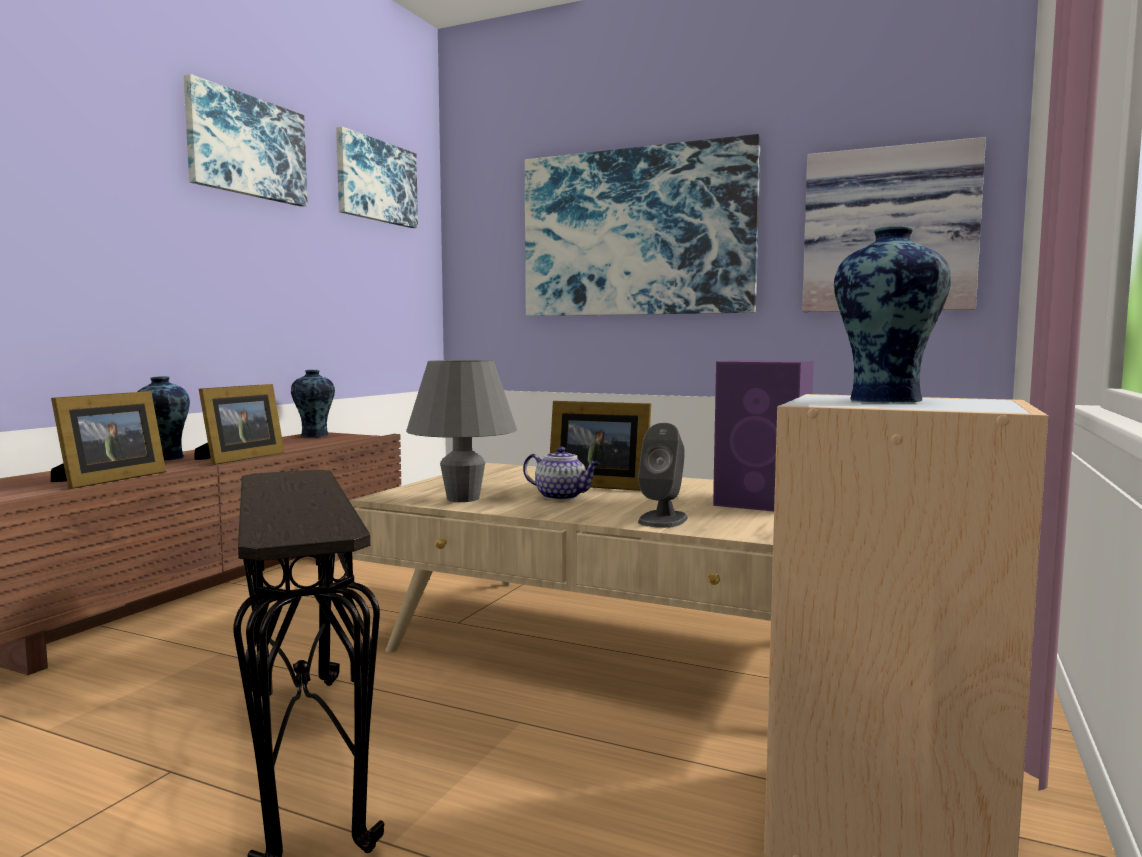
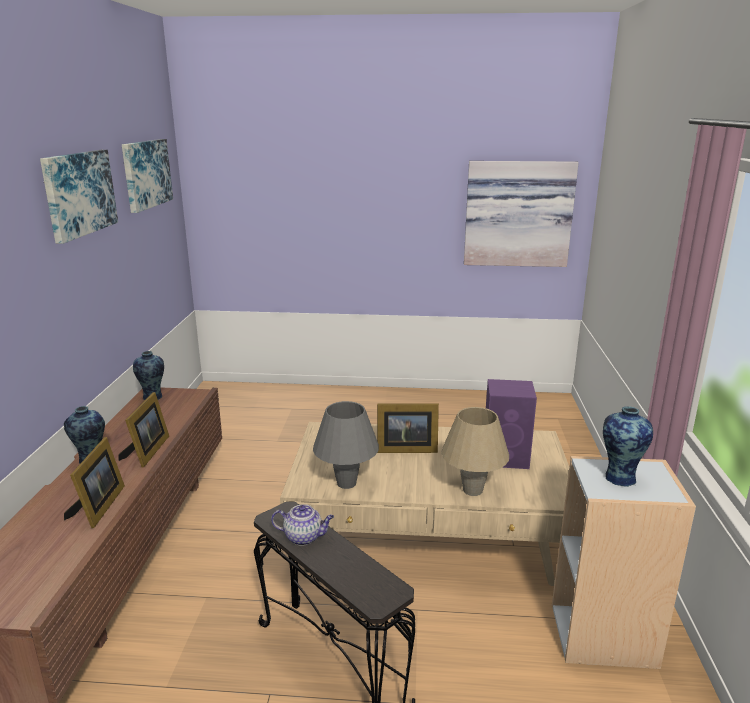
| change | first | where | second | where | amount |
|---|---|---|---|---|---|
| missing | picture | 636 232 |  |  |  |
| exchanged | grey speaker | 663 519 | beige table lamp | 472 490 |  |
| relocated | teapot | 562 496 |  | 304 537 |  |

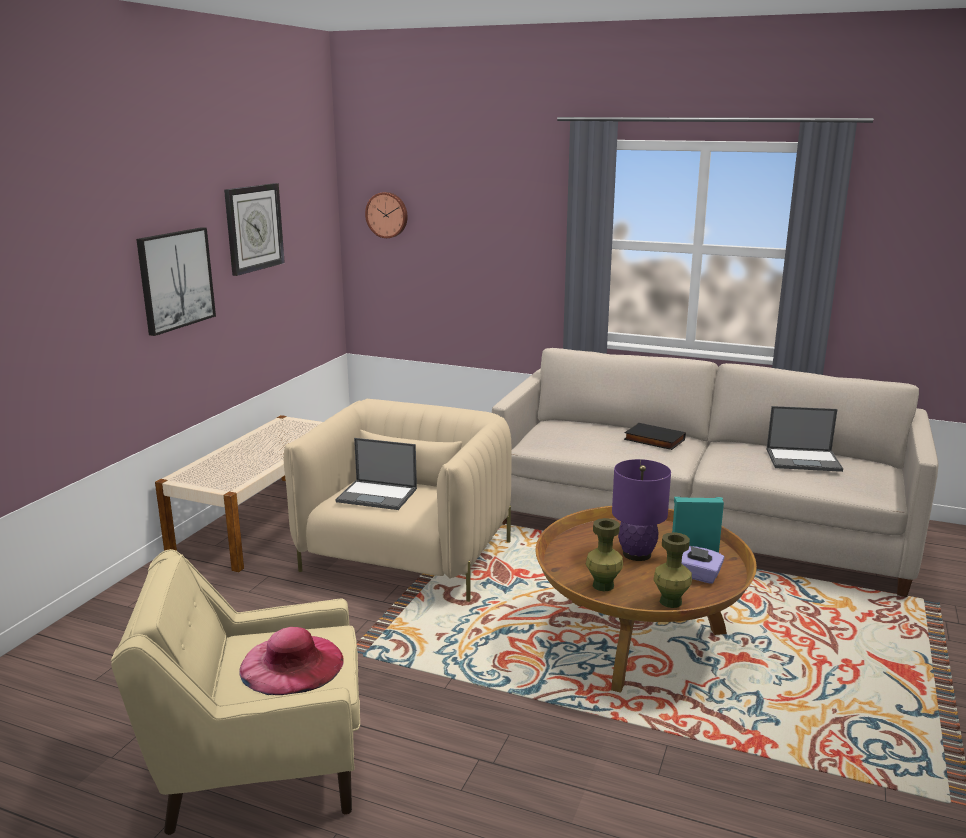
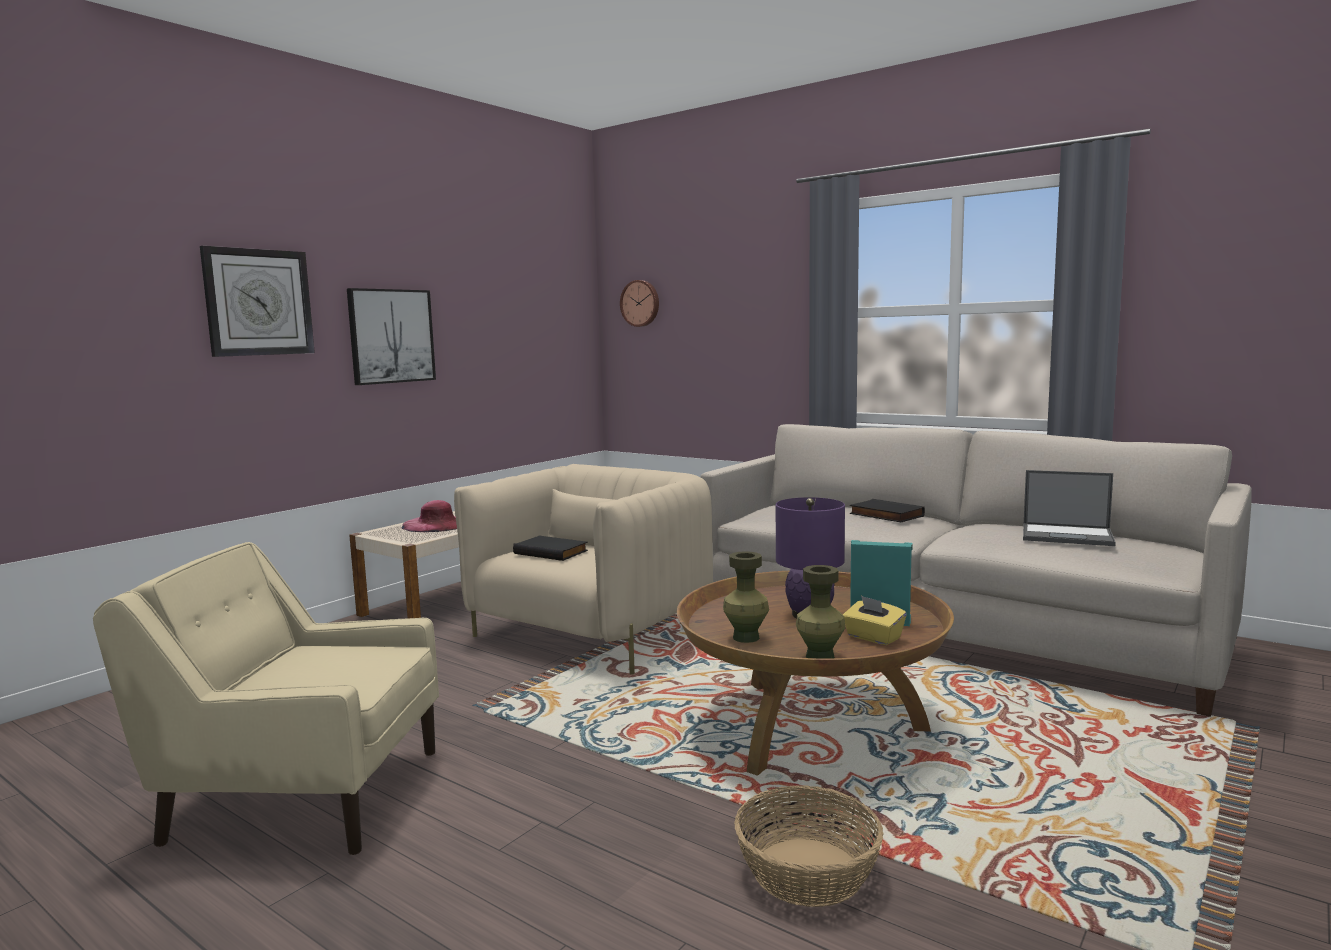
| change | first | where | second | where | amount |
|---|---|---|---|---|---|
| relocated | wall clock | 253 228 |  | 258 302 |  |
| exchanged | laptop | 378 495 | black book | 552 552 |  |
| colour | purple tissue box | 698 576 | yellow tissue box | 873 638 |  |
| relocated | pink hat | 291 664 |  | 437 524 |  |
| appeared |  |  | basket | 808 871 |  |

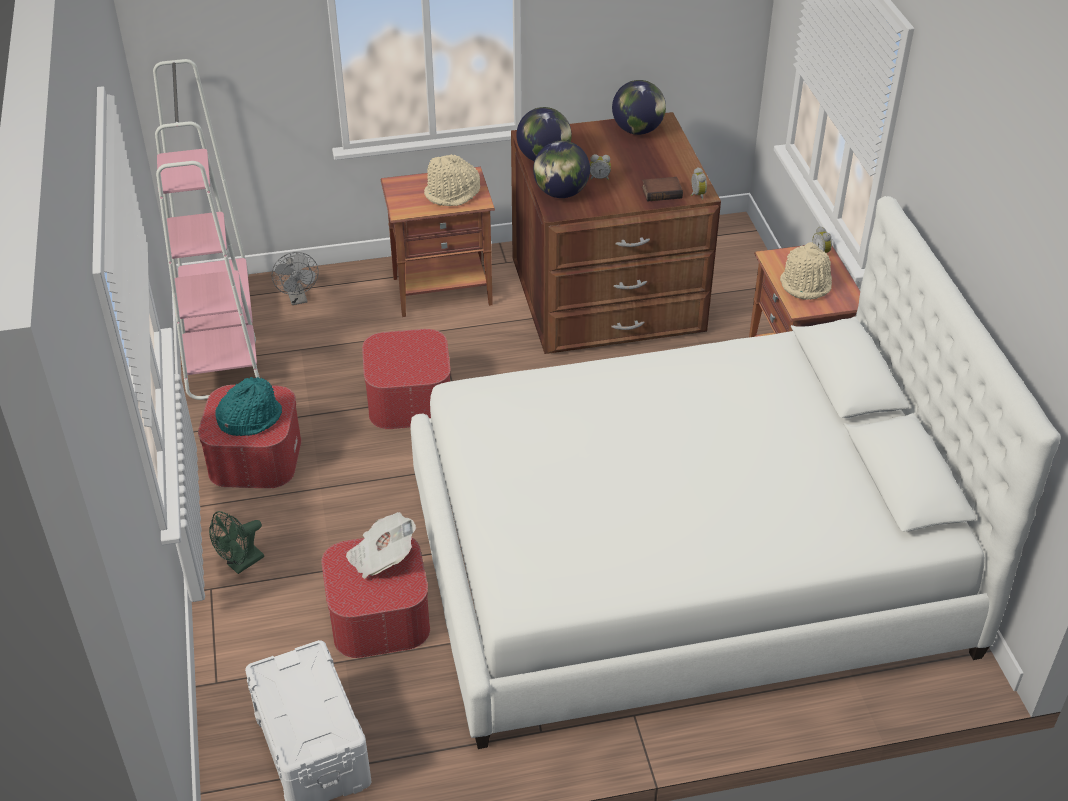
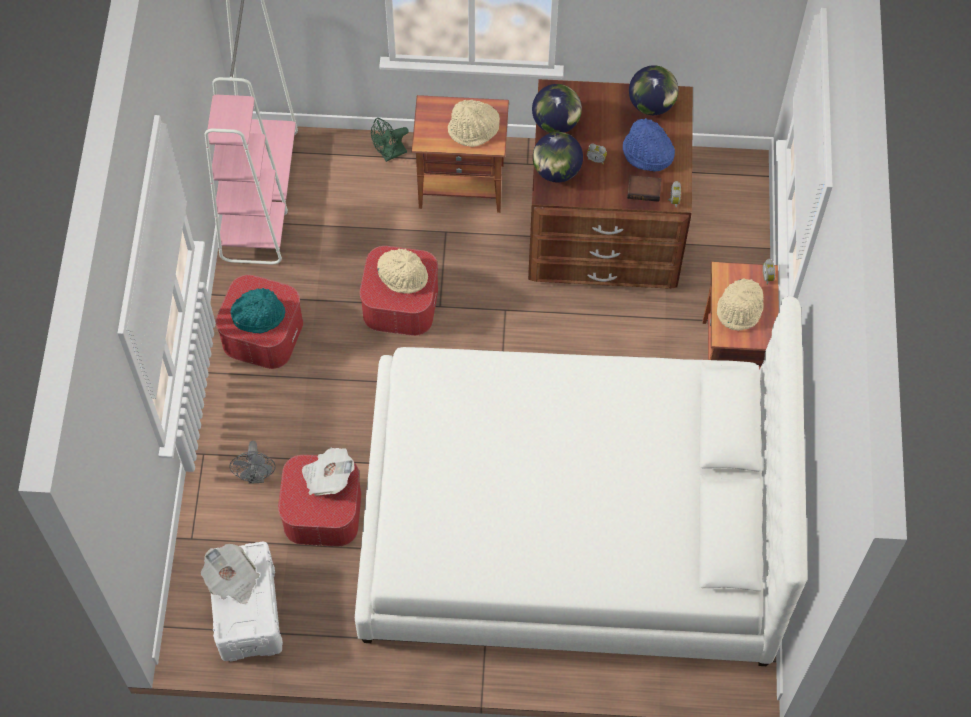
| change | first | where | second | where | amount |
|---|---|---|---|---|---|
| relocated | grey fan | 298 299 |  | 256 476 |  |
| relocated | green fan | 241 564 |  | 389 154 |  |
| appeared |  |  | blue hat | 647 154 |  |
| appeared |  |  | beige hat | 403 275 |  |
| appeared |  |  | newspaper | 232 580 |  |

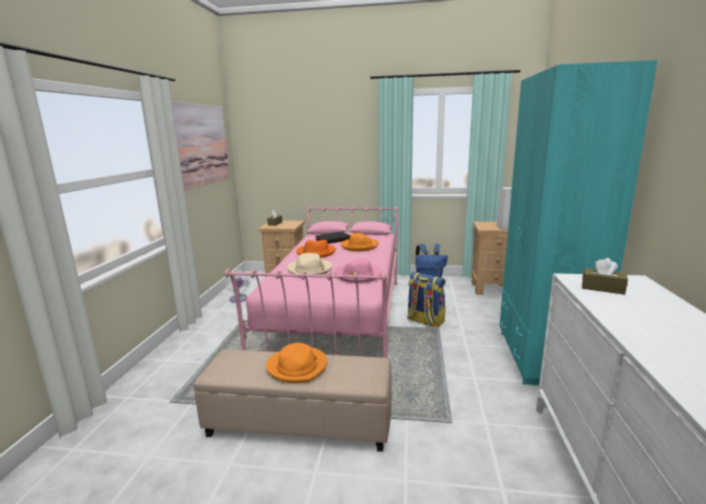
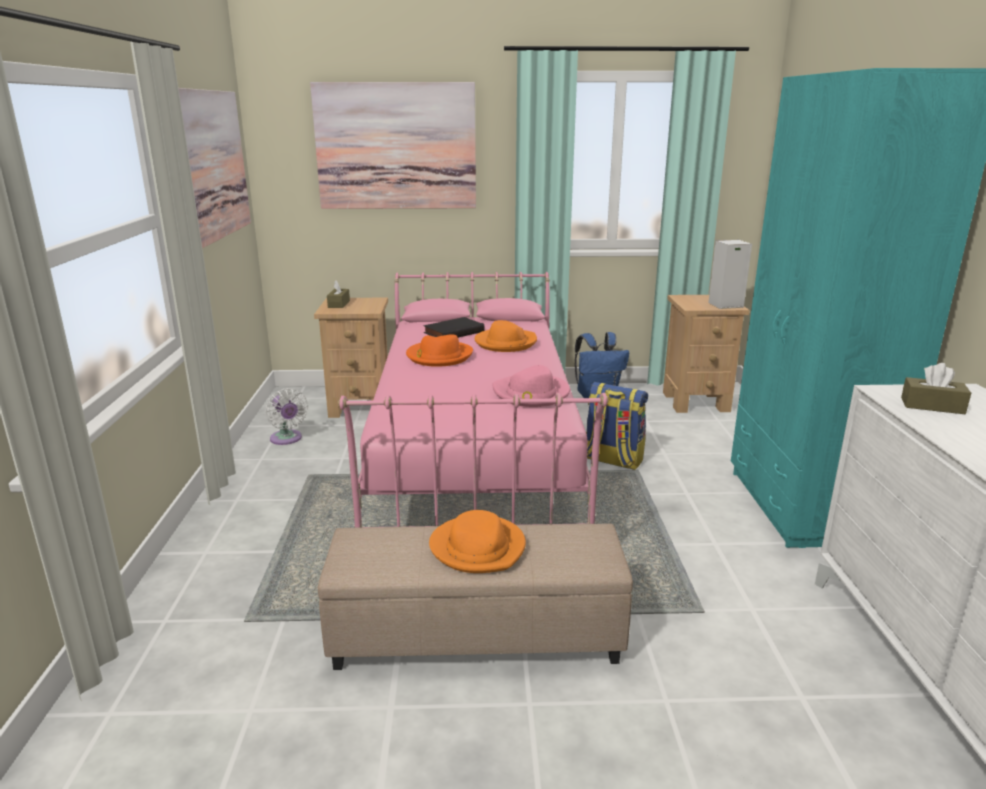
| change | first | where | second | where | amount |
|---|---|---|---|---|---|
| missing | beige hat | 310 270 |  |  |  |
| appeared |  |  | picture | 396 146 |  |

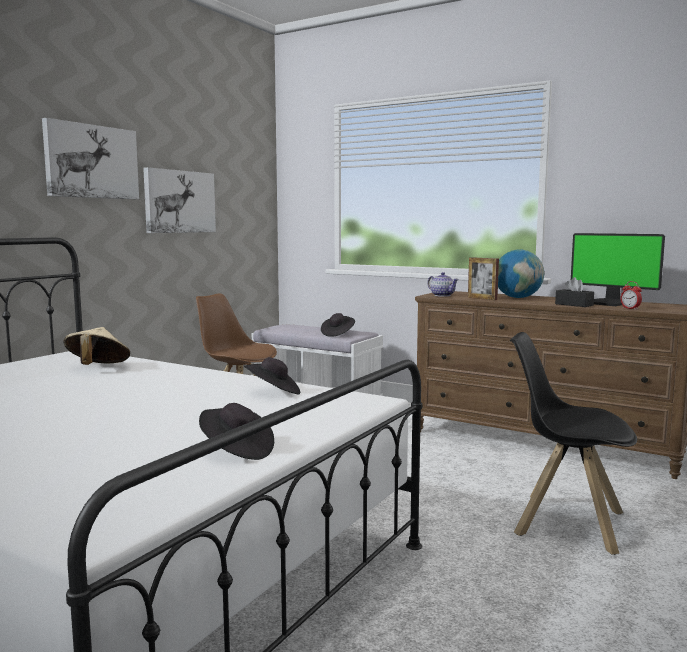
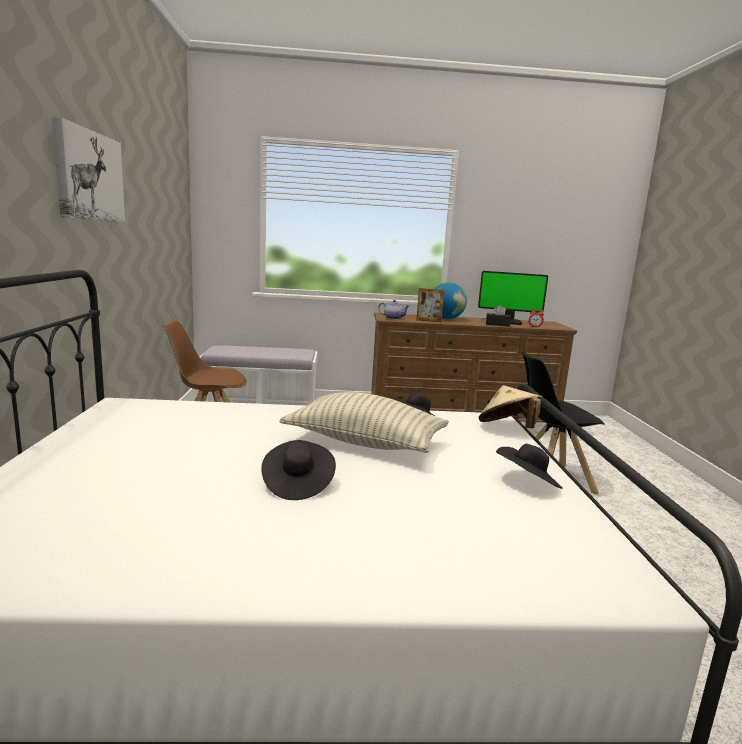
| change | first | where | second | where | amount |
|---|---|---|---|---|---|
| missing | picture | 179 201 |  |  |  |
| relocated | black hat | 337 334 |  | 297 484 |  |
| relocated | beige hat | 97 368 |  | 508 428 |  |
| appeared |  |  | pillow | 365 442 |  |

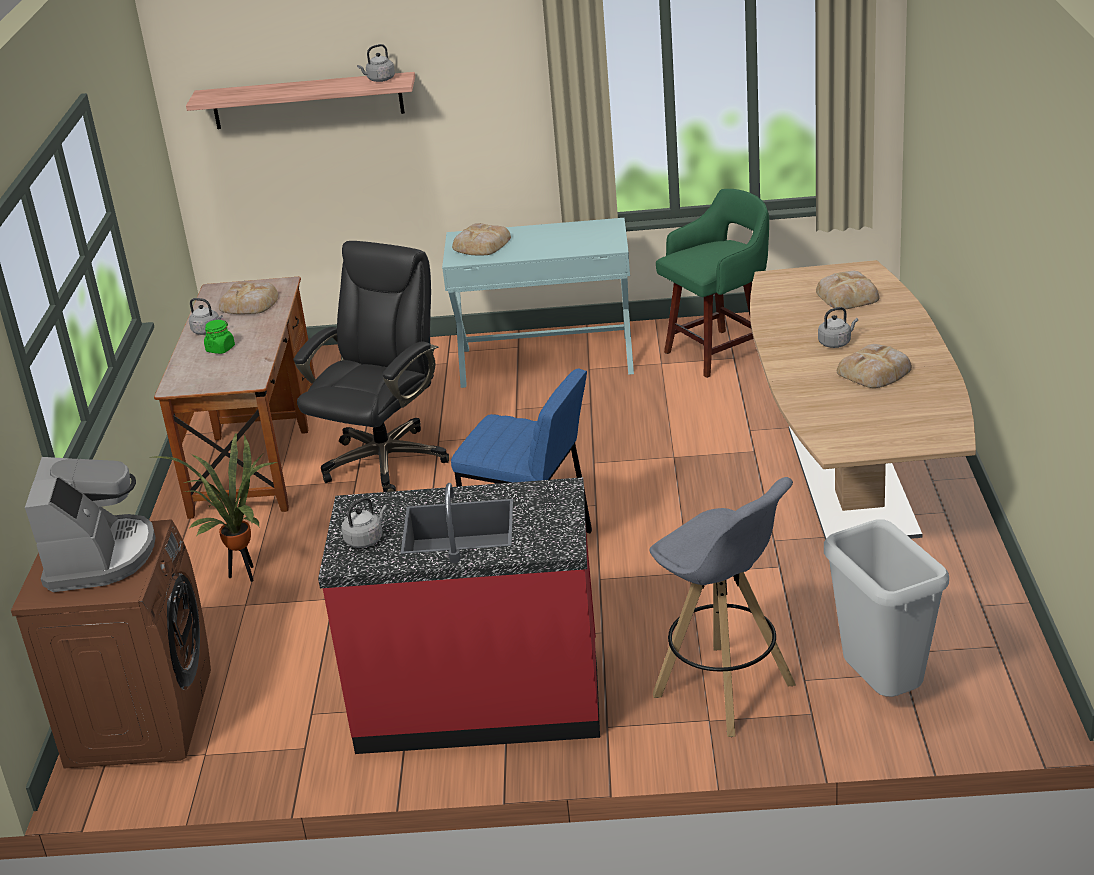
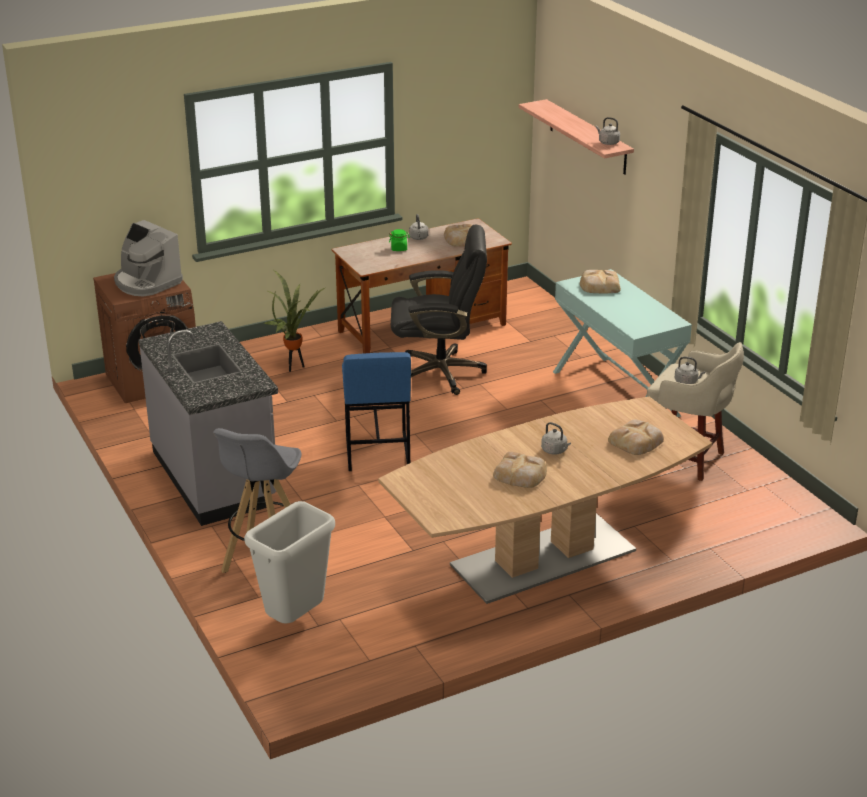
| change | first | where | second | where | amount |
|---|---|---|---|---|---|
| colour | green stool | 719 352 | beige stool | 687 460 |  |
| spun | coffee machine | 100 557 |  | 146 282 | 75 degrees clockwise |
| colour | red counter | 479 700 | grey counter | 216 476 |  |
| relocated | grey kettle | 366 539 |  | 687 382 |  |

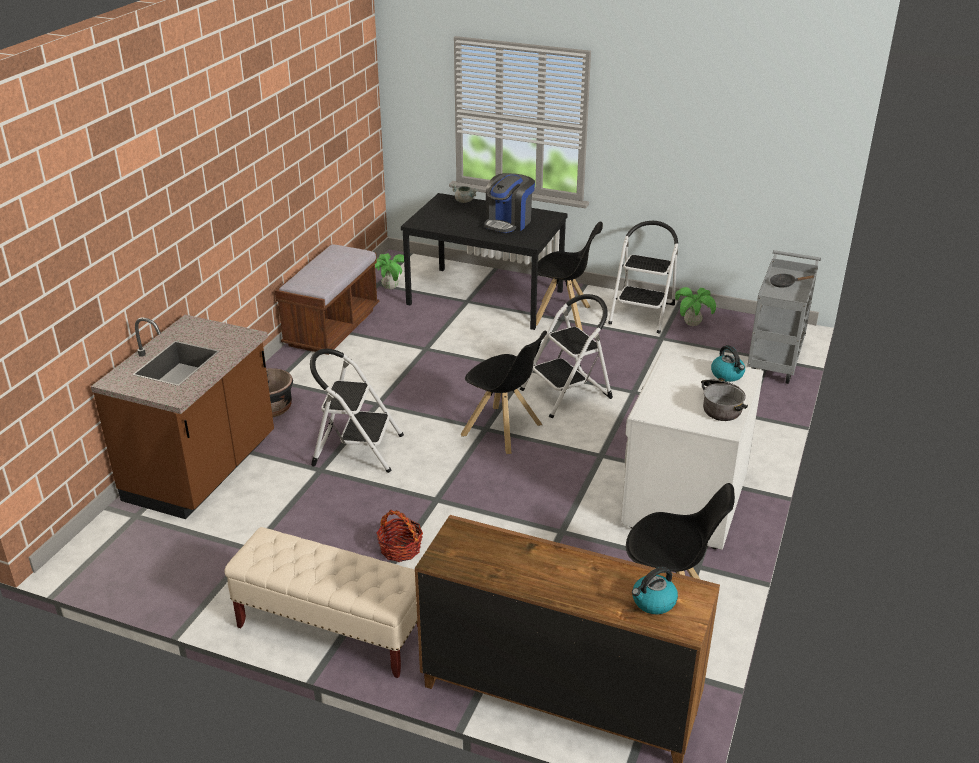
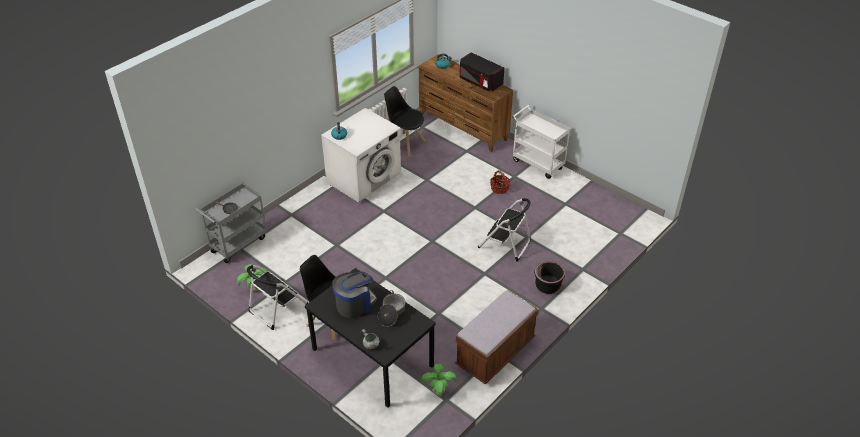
| change | first | where | second | where | amount |
|---|---|---|---|---|---|
| missing | step ladder | 568 393 |  |  |  |
| missing | brown counter | 203 470 |  |  |  |
| missing | black chair | 503 430 |  |  |  |
| relocated | cooking pot | 721 406 |  | 391 313 |  |
| exchanged | beige bench | 331 629 | white cart | 536 164 |  |
| appeared |  |  | black microwave | 480 82 |  |

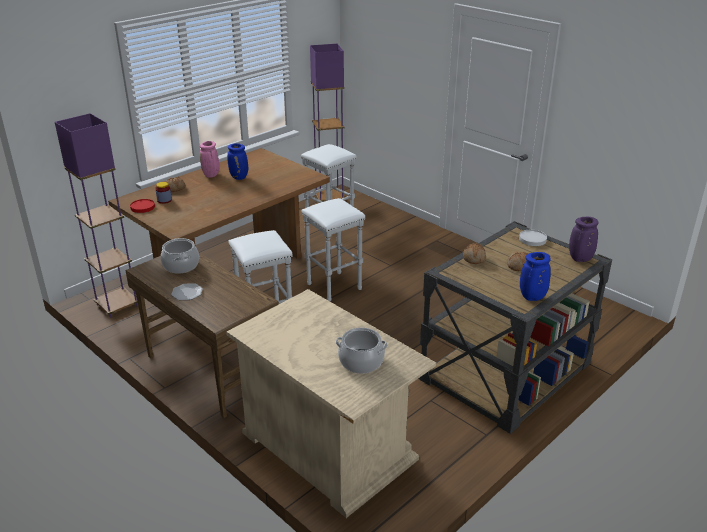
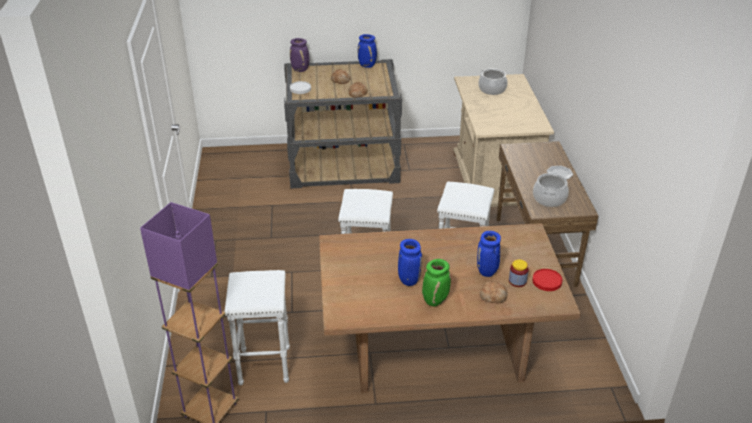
| change | first | where | second | where | amount |
|---|---|---|---|---|---|
| missing | purple floor lamp | 117 305 |  |  |  |
| colour | pink vase | 211 175 | green vase | 435 300 |  |
| appeared |  |  | blue vase | 487 272 |  |

